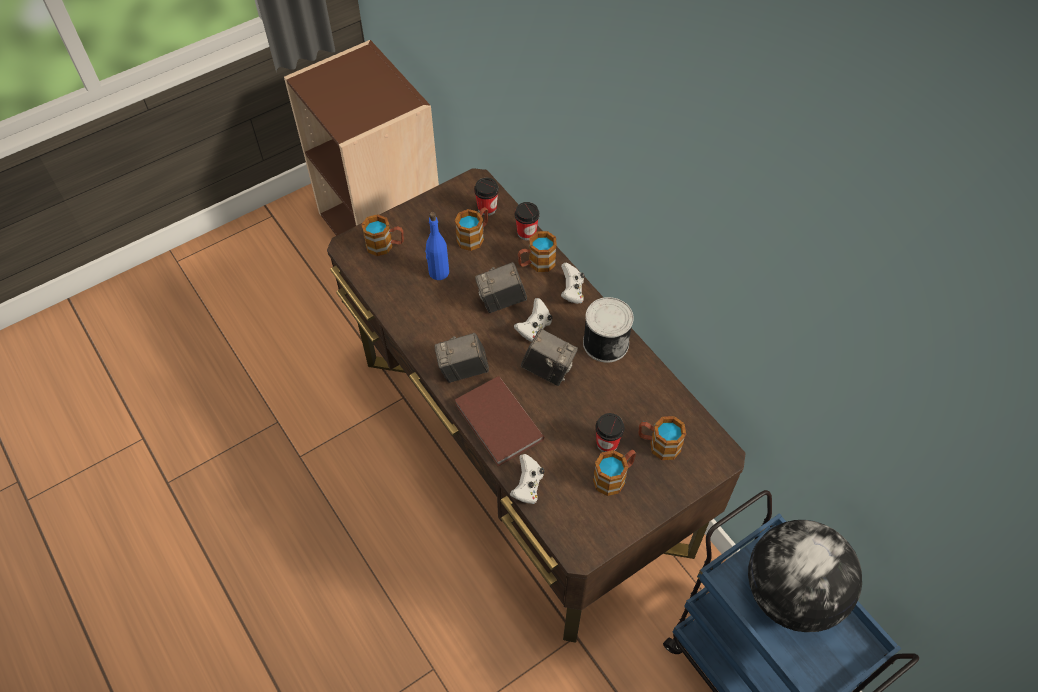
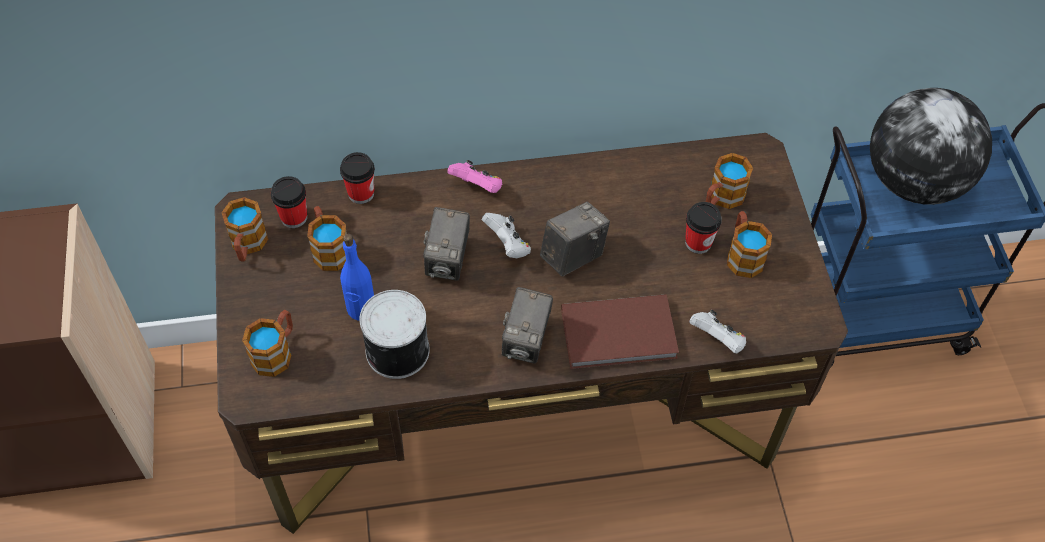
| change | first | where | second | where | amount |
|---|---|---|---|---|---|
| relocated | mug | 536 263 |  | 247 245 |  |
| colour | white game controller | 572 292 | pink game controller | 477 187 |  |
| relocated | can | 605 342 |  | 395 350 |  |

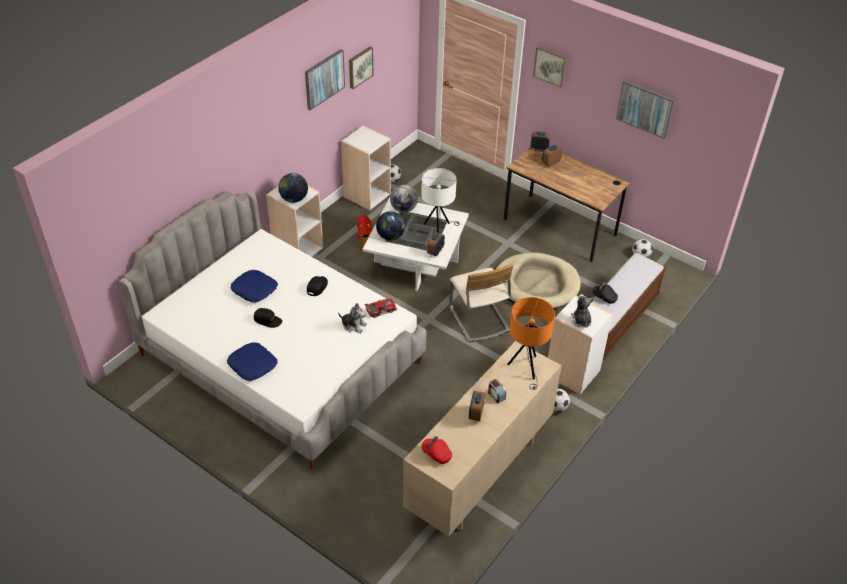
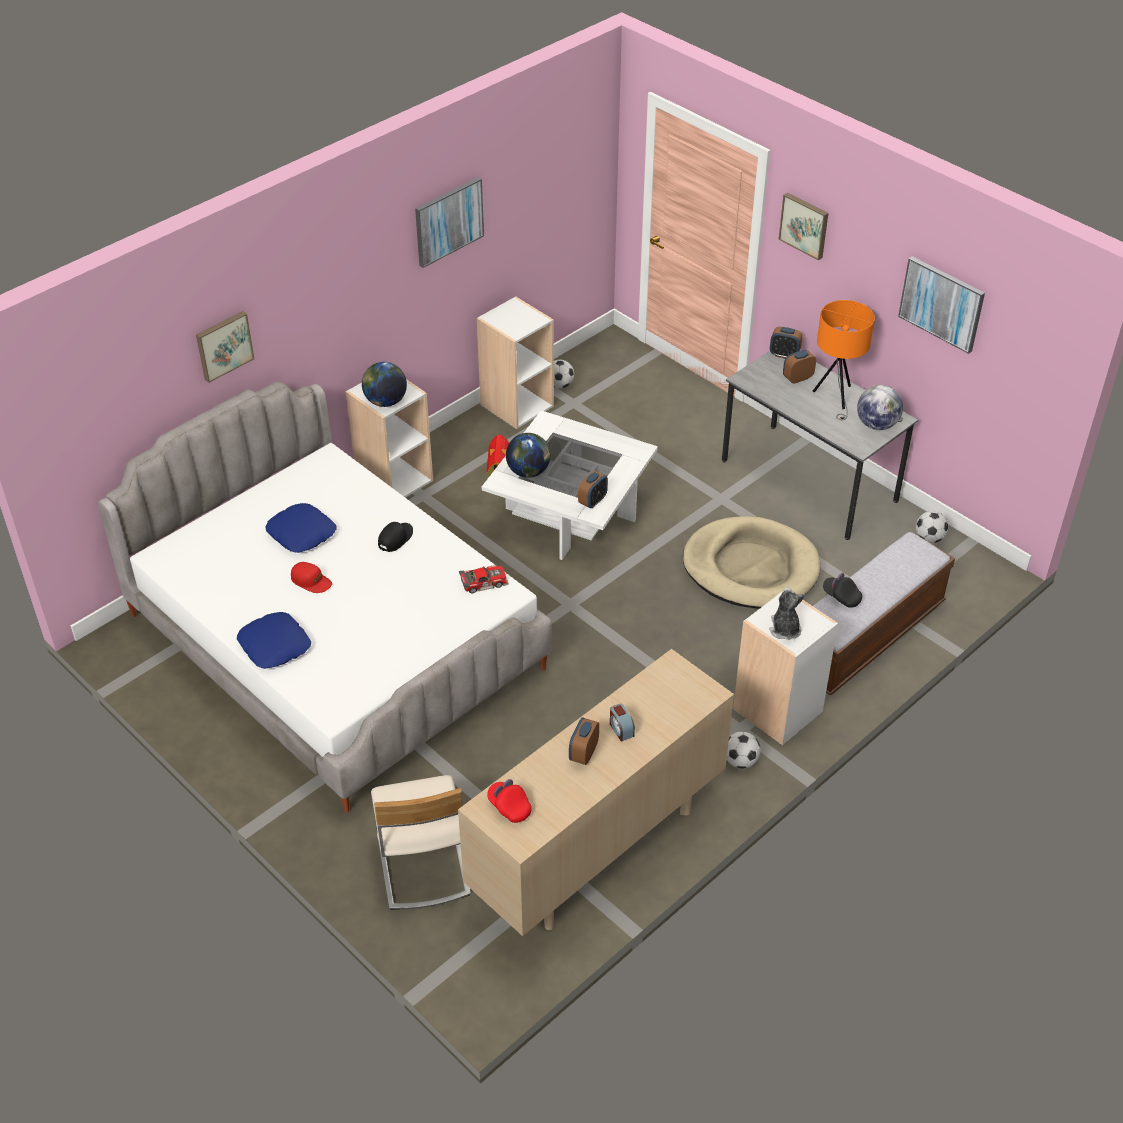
| change | first | where | second | where | amount |
|---|---|---|---|---|---|
| relocated | picture | 359 67 |  | 223 345 |  |
| colour | brown desk | 559 227 | grey desk | 809 480 |  |
| missing | white table lamp | 438 228 |  |  |  |
| relocated | globe | 403 209 |  | 876 425 |  |
| relocated | beige chair | 478 319 |  | 422 865 |  |
| relocated | orange table lamp | 526 368 |  | 835 398 |  |
| missing | plush toy | 353 325 |  |  |  |
| colour | black cap | 268 320 | red cap | 311 581 |  |

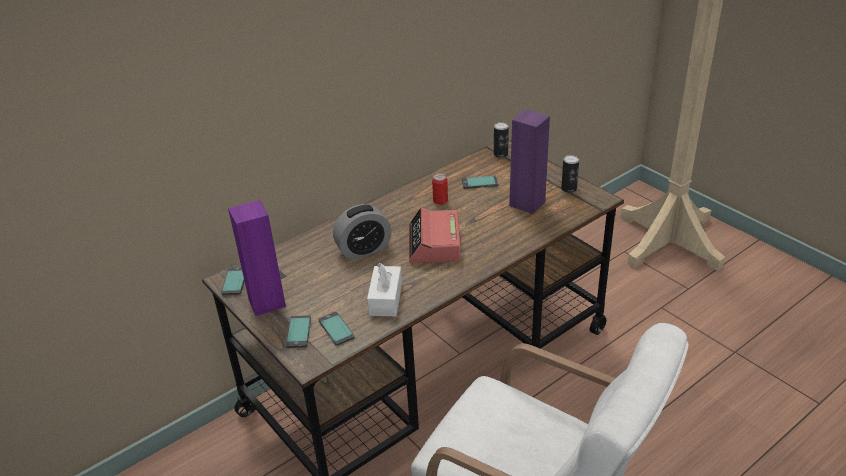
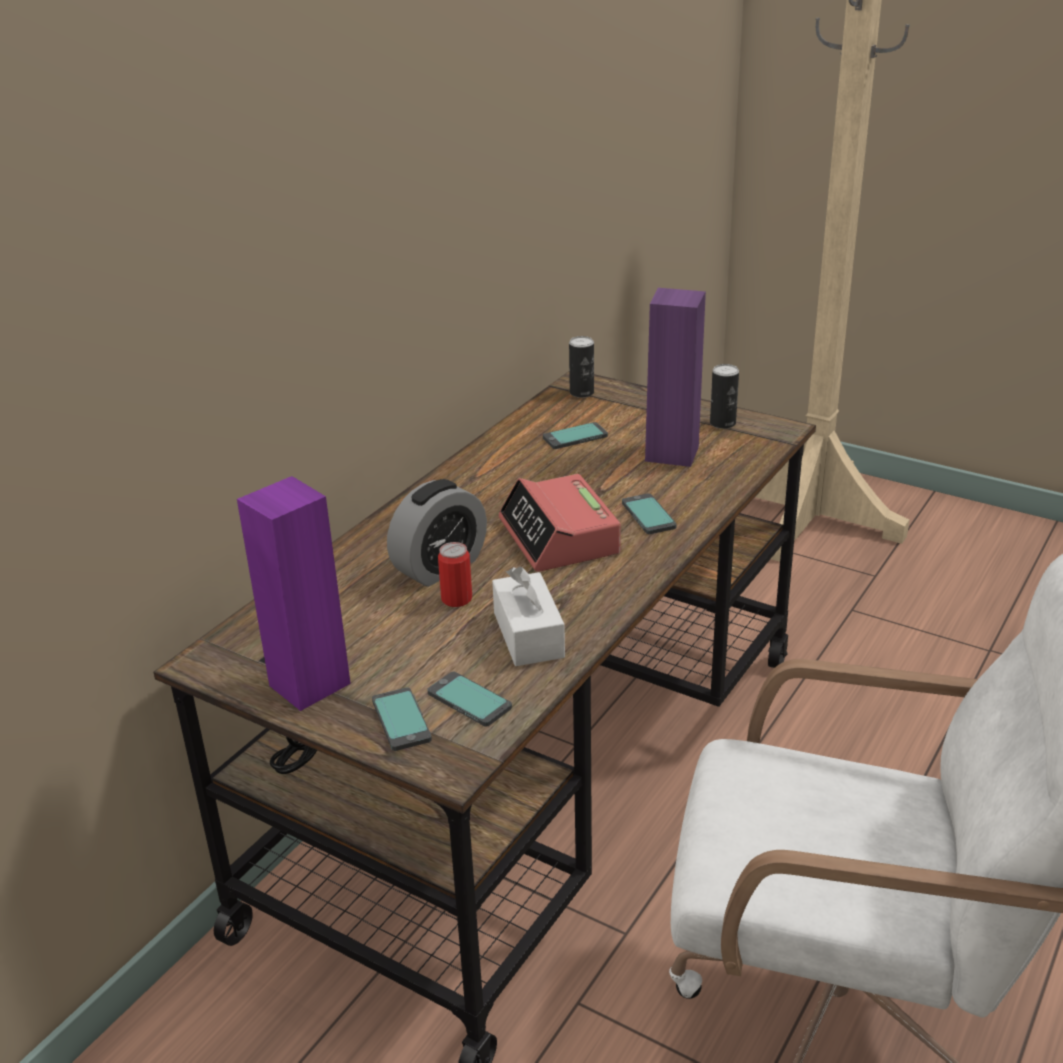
| change | first | where | second | where | amount |
|---|---|---|---|---|---|
| relocated | can | 440 200 |  | 456 599 |  |
| relocated | phone | 234 282 |  | 648 515 |  |

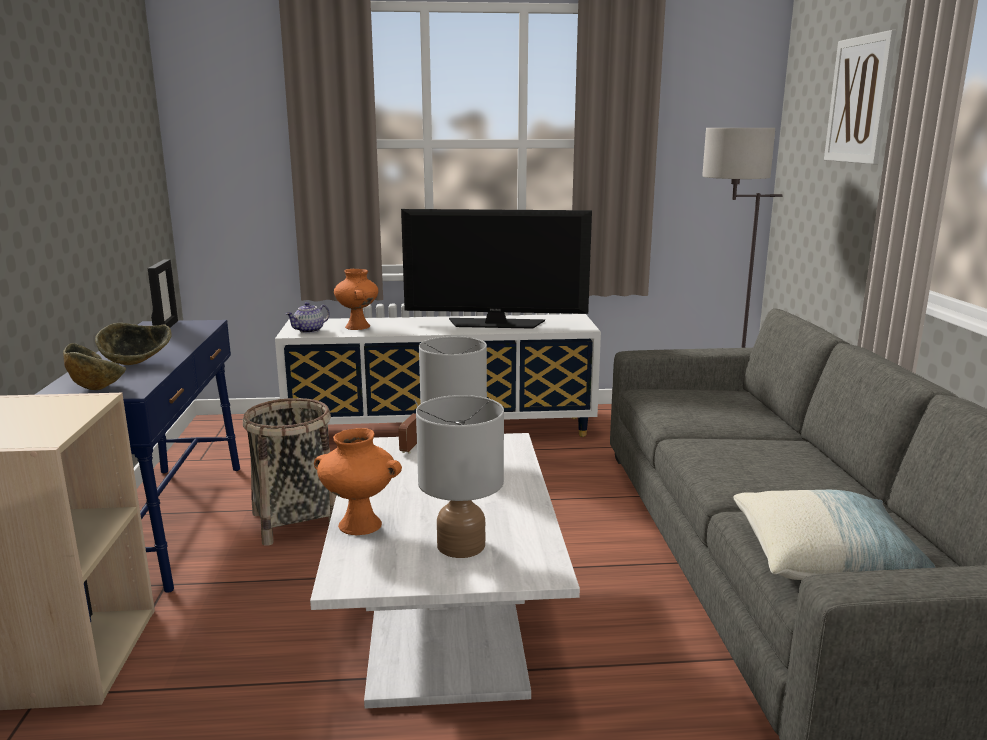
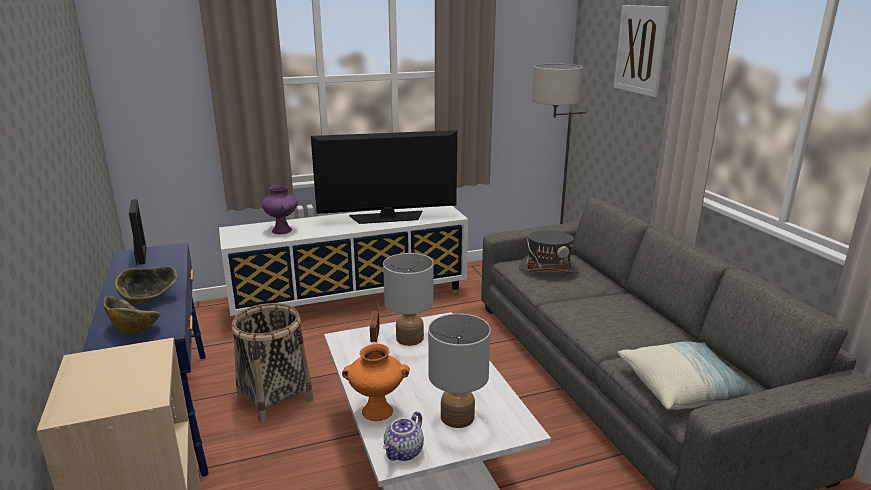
| change | first | where | second | where | amount |
|---|---|---|---|---|---|
| colour | orange vase | 358 327 | purple vase | 282 230 |  |
| relocated | teapot | 309 331 |  | 404 452 |  |
| appeared |  |  | grey hat | 548 269 |  |

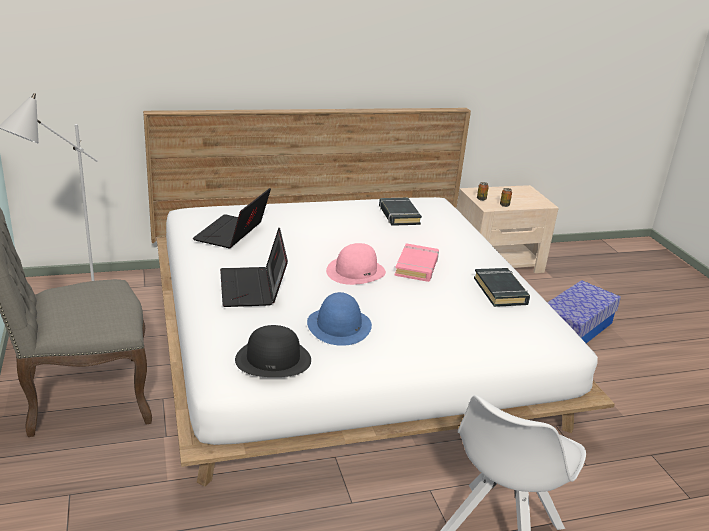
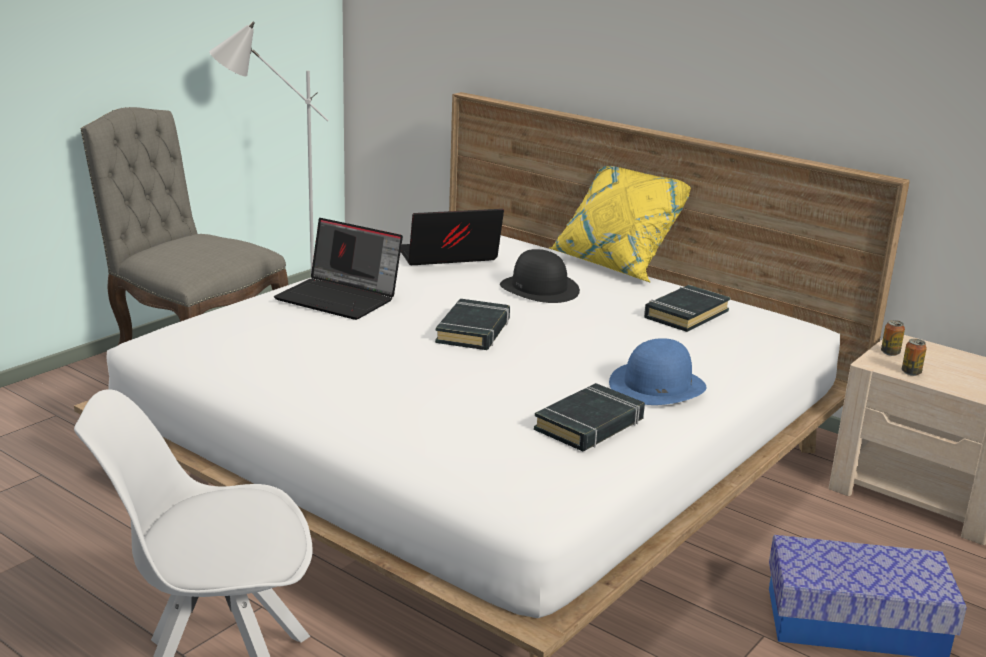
| change | first | where | second | where | amount |
|---|---|---|---|---|---|
| spun | laptop | 253 288 |  | 340 298 | 105 degrees counterclockwise |
| exchanged | pink hat | 356 271 | black book | 474 331 |  |
| missing | pink book | 417 266 |  |  |  |
| relocated | blue hat | 339 326 |  | 657 385 |  |
| relocated | black hat | 273 359 |  | 539 288 |  |
| appeared |  |  | yellow pillow | 617 264 |  |

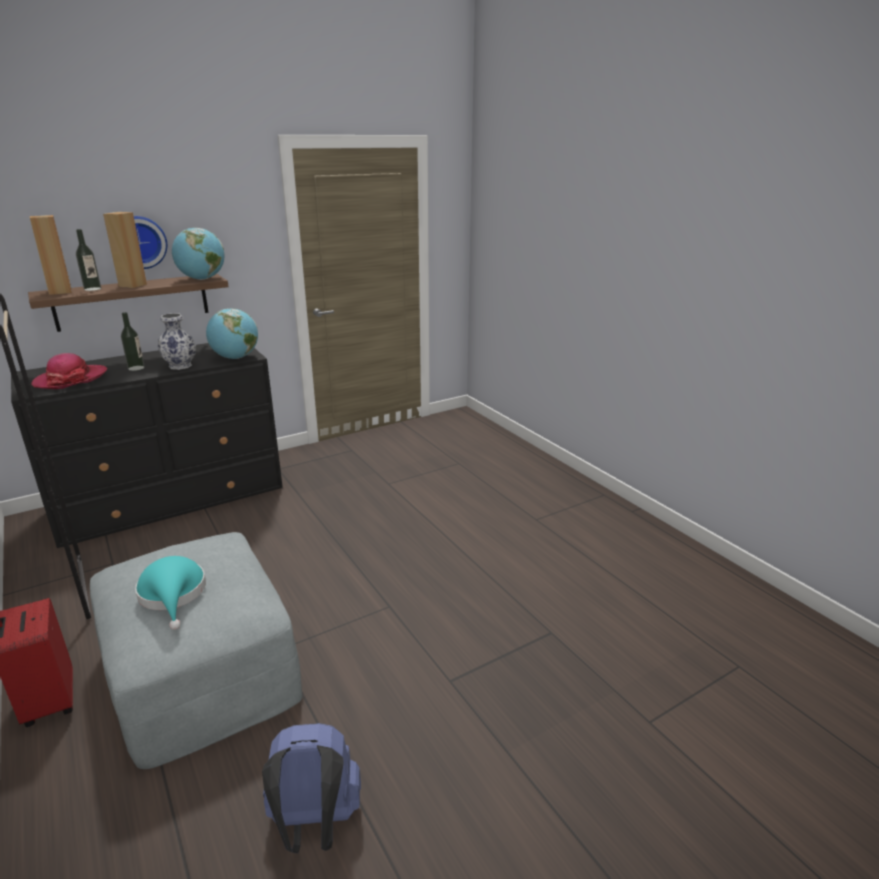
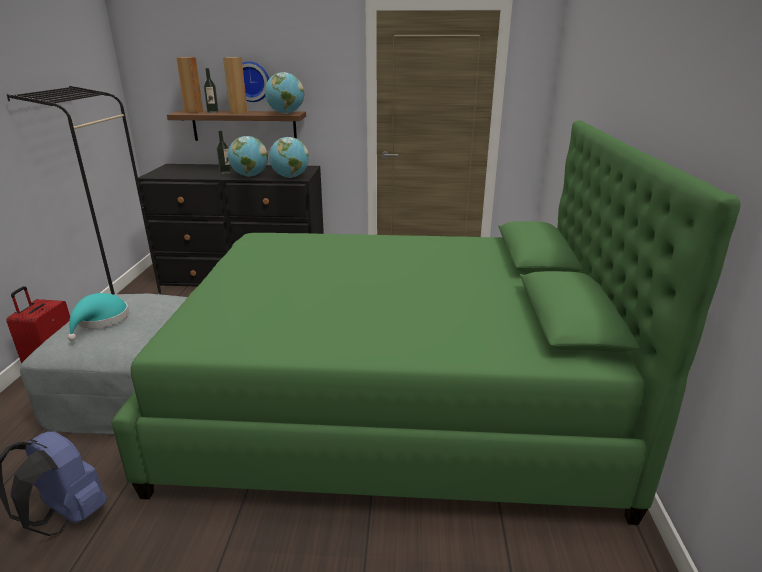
| change | first | where | second | where | amount |
|---|---|---|---|---|---|
| exchanged | vase | 179 366 | globe | 249 176 |  |
| missing | hat | 71 379 |  |  |  |
| appeared |  |  | green bed | 391 396 |  |

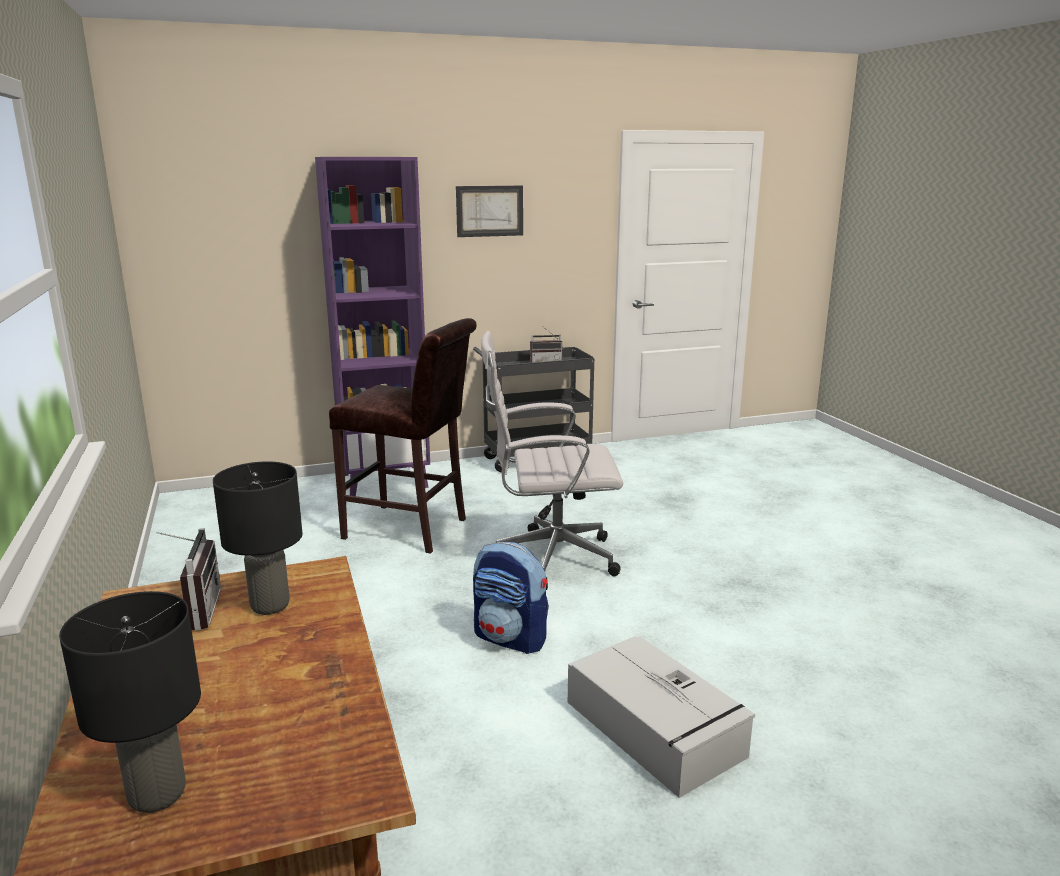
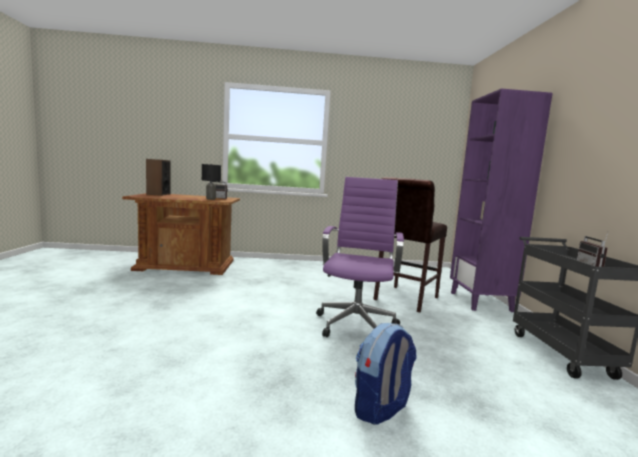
| change | first | where | second | where | amount |
|---|---|---|---|---|---|
| missing | picture | 489 211 |  |  |  |
| colour | white office chair | 549 559 | purple office chair | 356 323 |  |
| relocated | backpack | 511 638 |  | 381 408 |  |
| exchanged | black table lamp | 155 798 | speaker | 158 194 |  |
| missing | grey storage box | 656 730 |  |  |  |

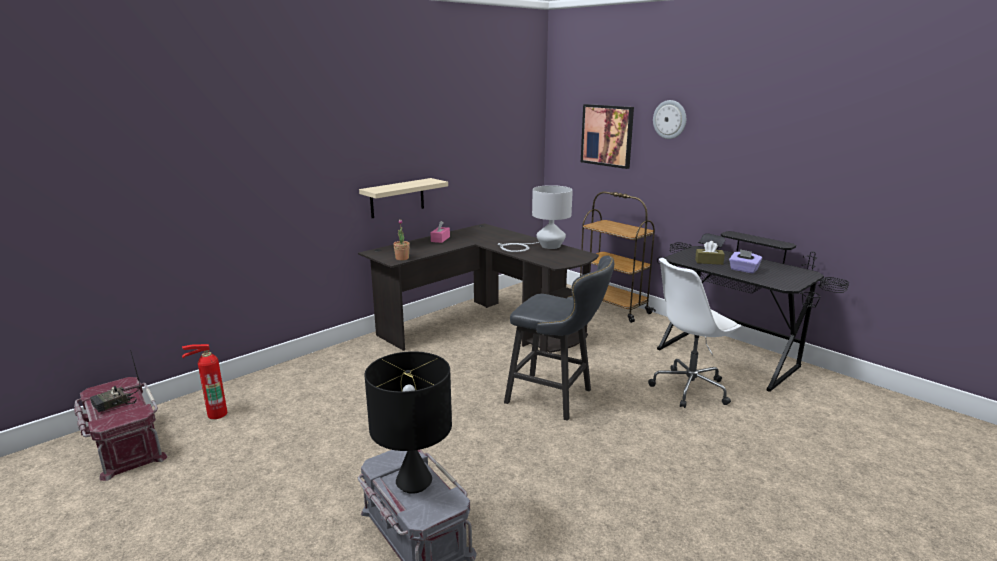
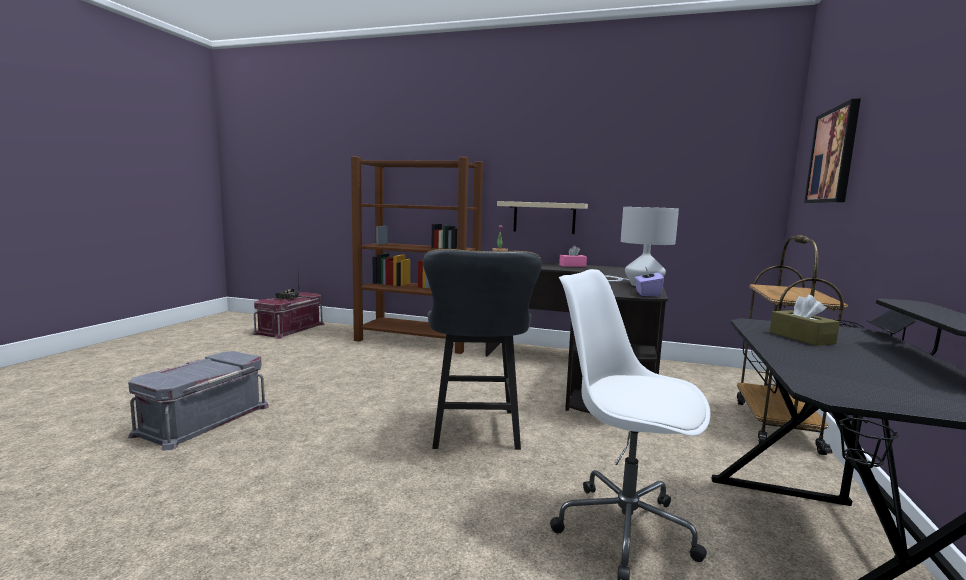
| change | first | where | second | where | amount |
|---|---|---|---|---|---|
| missing | wall clock | 670 119 |  |  |  |
| relocated | purple tissue box | 743 270 |  | 647 294 |  |
| missing | fire extinguisher | 215 414 |  |  |  |
| missing | black table lamp | 414 484 |  |  |  |
| appeared |  |  | brown bookcase | 417 340 |  |

